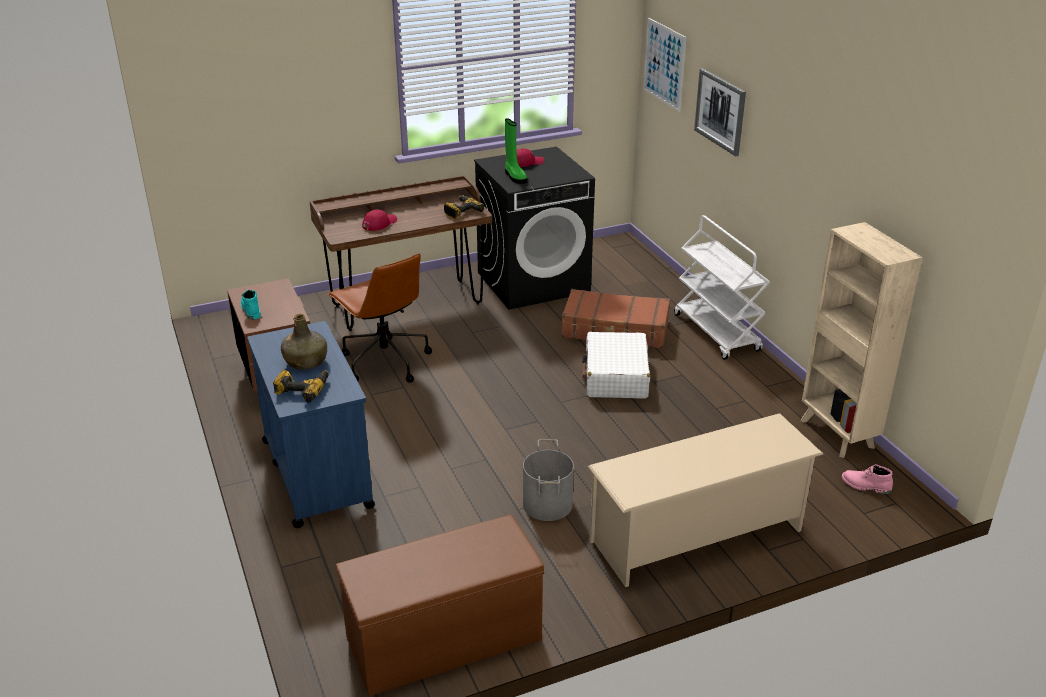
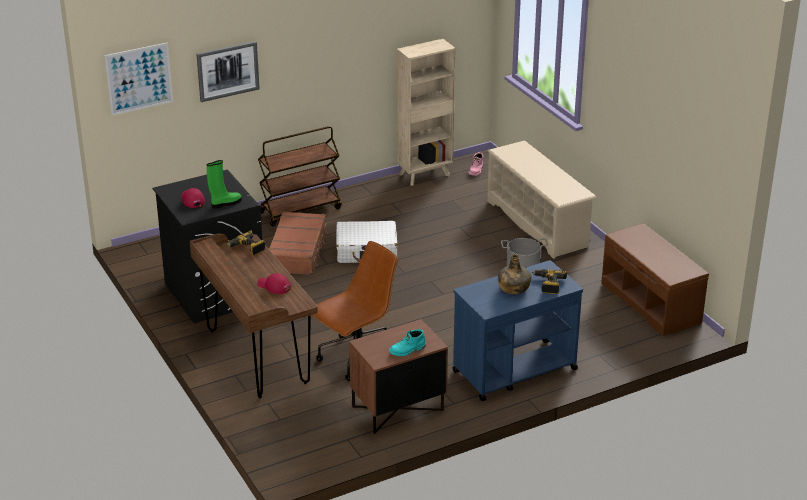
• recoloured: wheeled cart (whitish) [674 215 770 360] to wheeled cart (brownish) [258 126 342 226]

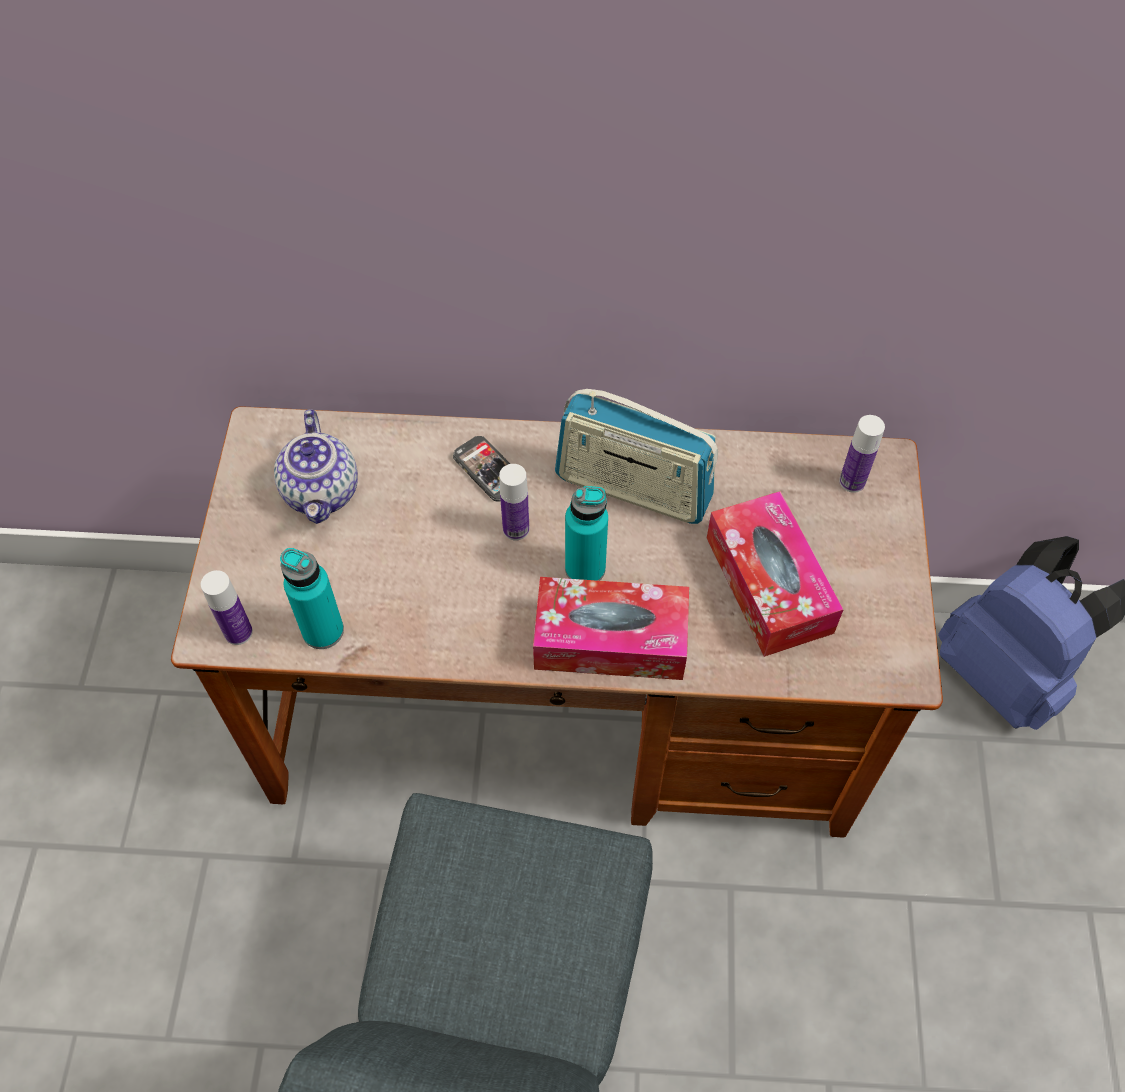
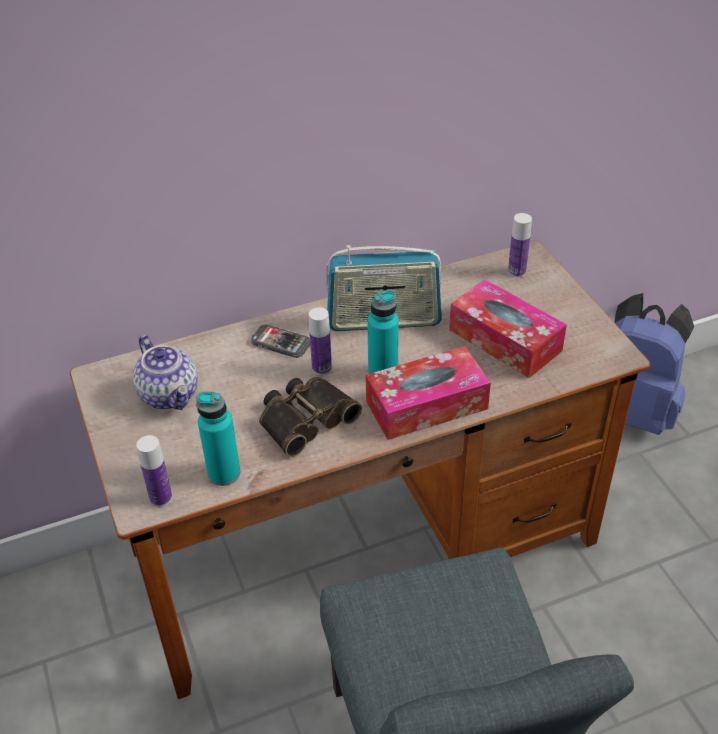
• added: binoculars [259 376 362 457]

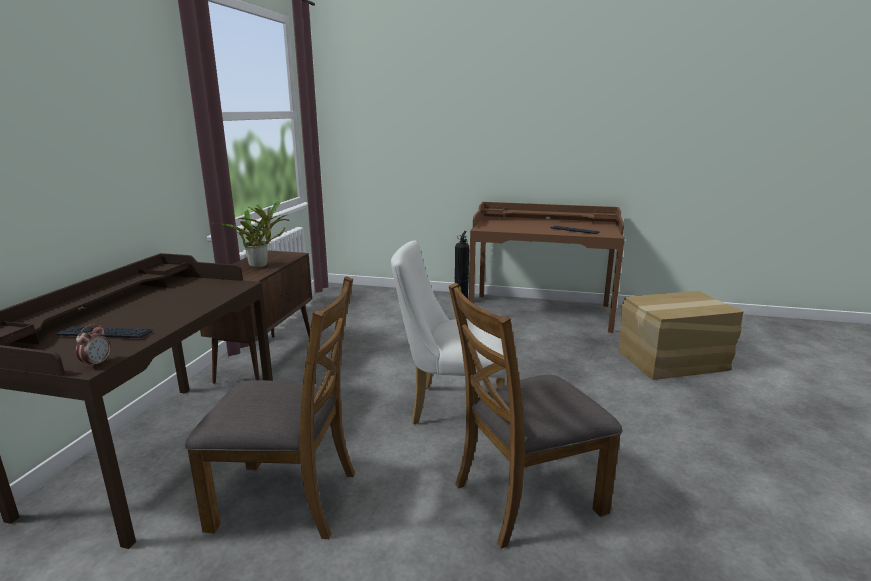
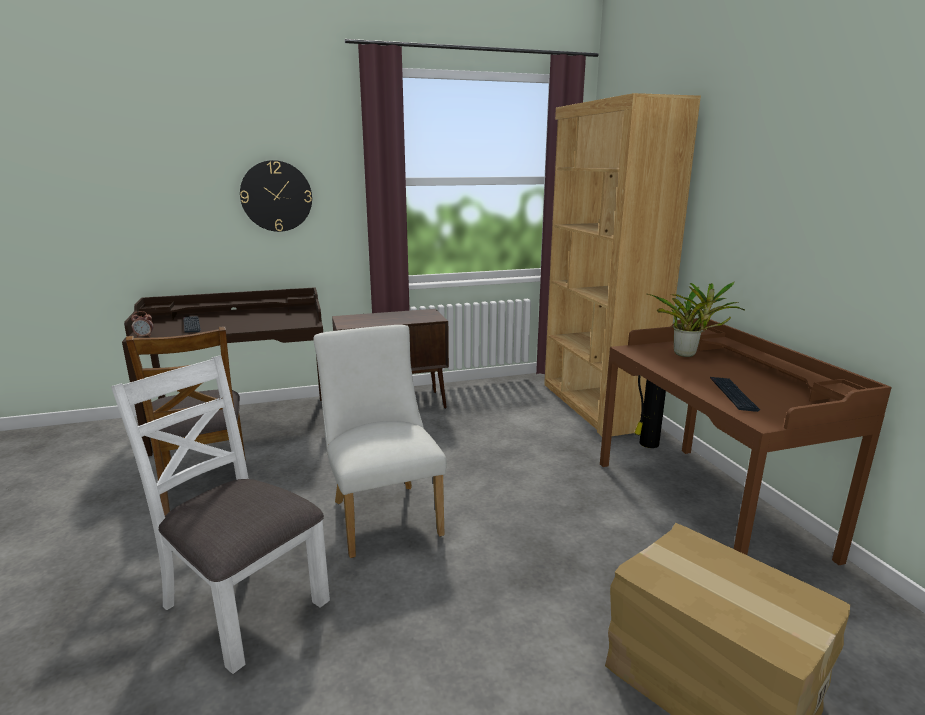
• moved: potted plant [213 199 289 268] to [648 281 745 357]
• recoloured: plain chair (brownish) [449 283 623 549] to plain chair (whitish) [111 355 330 674]
• added: clock on the wall [240 160 312 232]
• added: bookcase (brownish) [544 93 701 436]

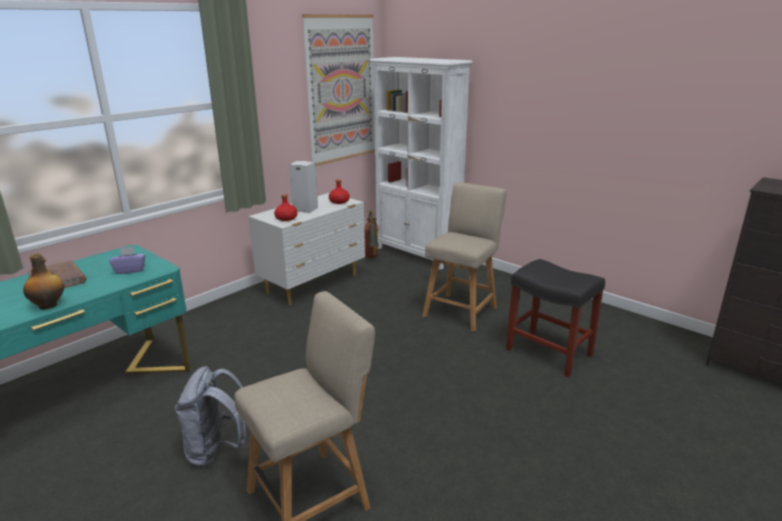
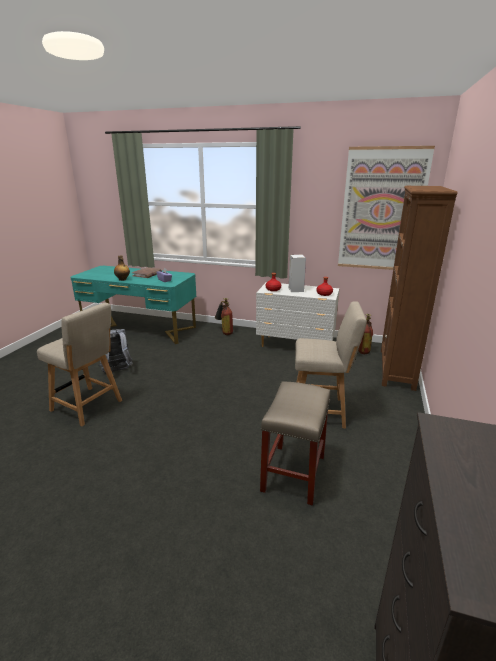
• recoloured: bookcase (whitish) [369 57 473 270] to bookcase (brownish) [381 186 457 391]
• recoloured: stool (blackish) [506 259 605 377] to stool (sand-coloured) [260 381 330 506]
• added: extinguisher [215 298 233 335]

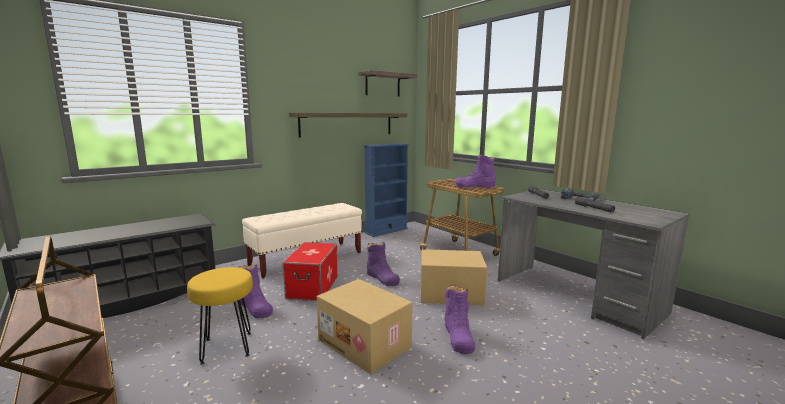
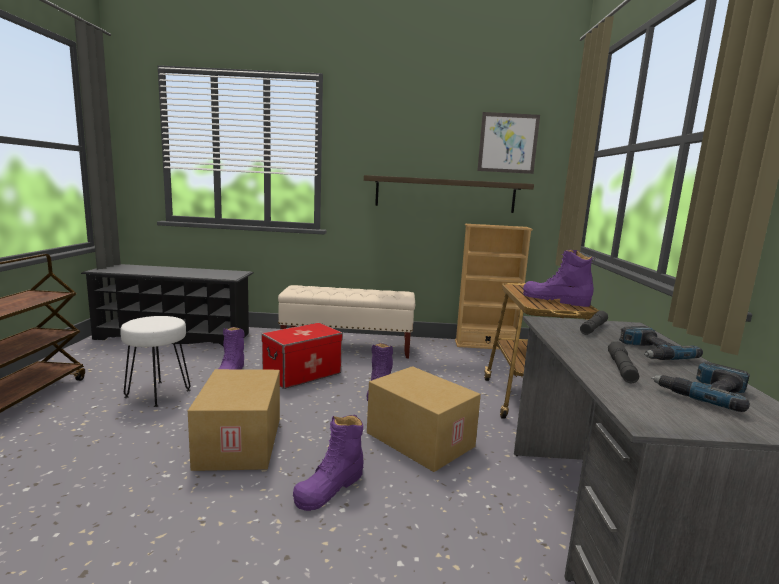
• recoloured: stool (yellow) [187 267 253 365] to stool (whitish) [120 316 191 407]
• replaced: wall shelf [359 70 417 97] to wall art [477 112 540 174]
• recoloured: bookcase (blue) [364 143 409 237] to bookcase (sand-coloured) [455 224 533 350]
• added: power drill [651 361 750 412]

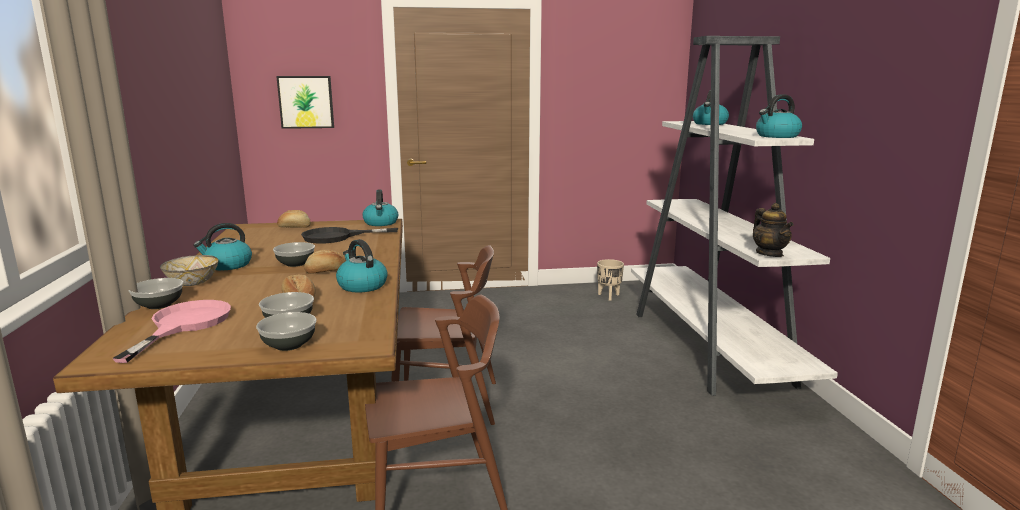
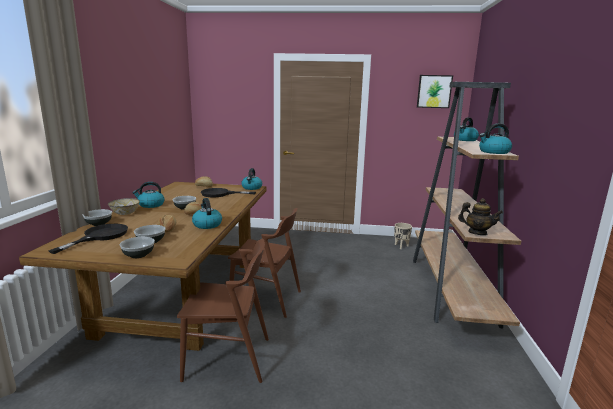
• recoloured: skillet (pinkish) [112 300 231 363] to skillet (blackish) [48 224 128 254]
• moved: wall art [276 76 334 129] to [417 75 453 108]
• recoloured: bookcase (whitish) [631 36 838 396] to bookcase (brownish) [413 82 521 329]
• turned: teapot [753 203 794 257] = [458 198 503 235] 60 degrees counterclockwise

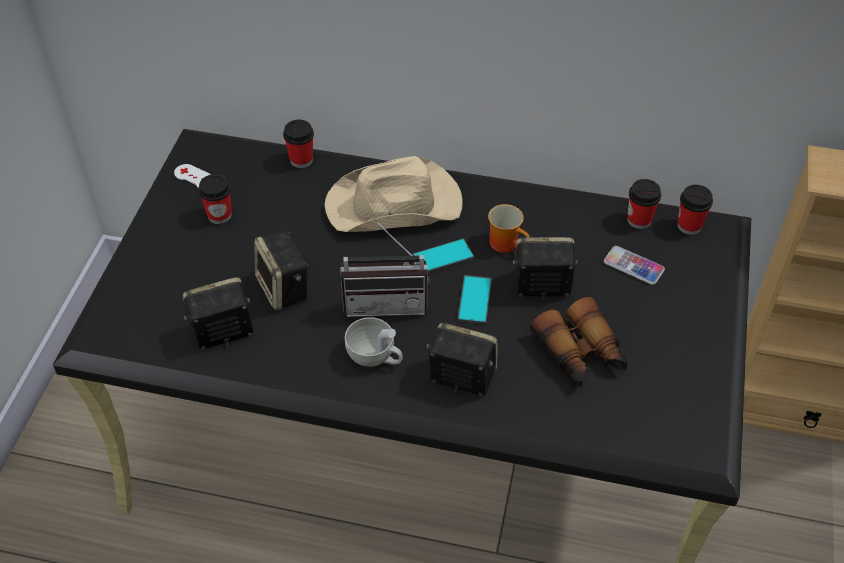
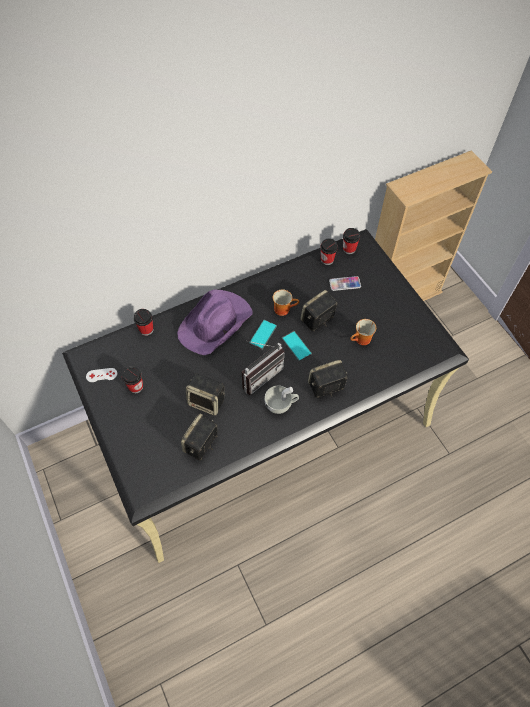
• recoloured: wearable hat (sand-coloured) [325 156 463 232] to wearable hat (purple-coloured) [177 290 253 355]
• replaced: binoculars [530 297 628 387] to coffee mug [350 319 376 345]

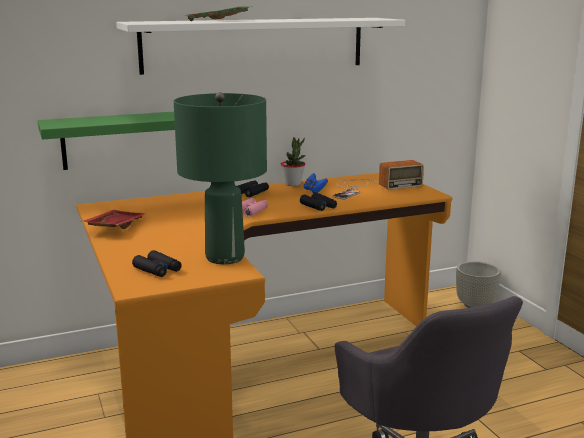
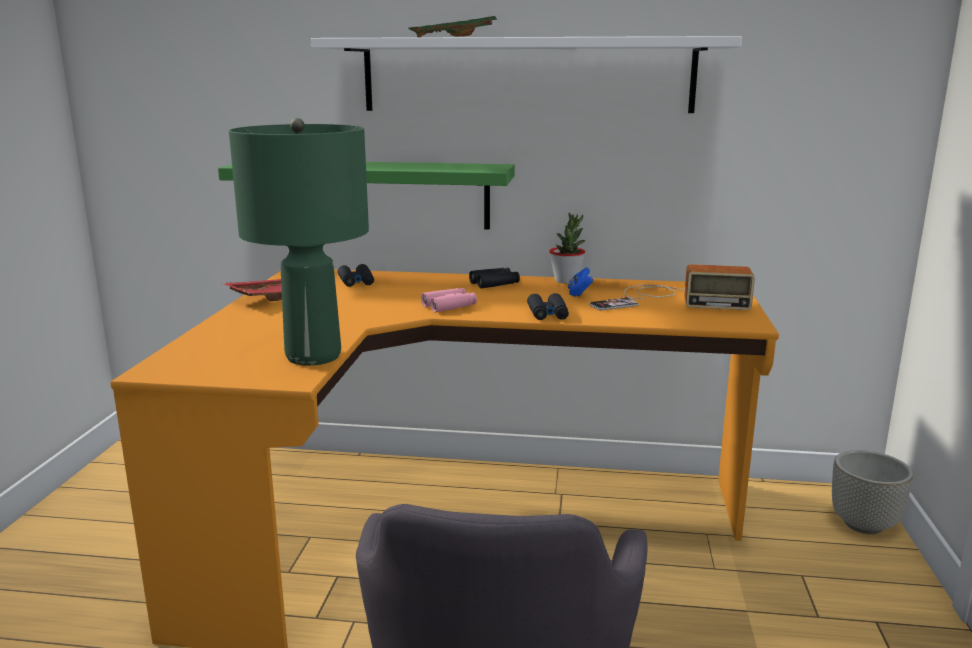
• moved: binoculars (blackish) [132 250 182 277] to [338 264 374 287]

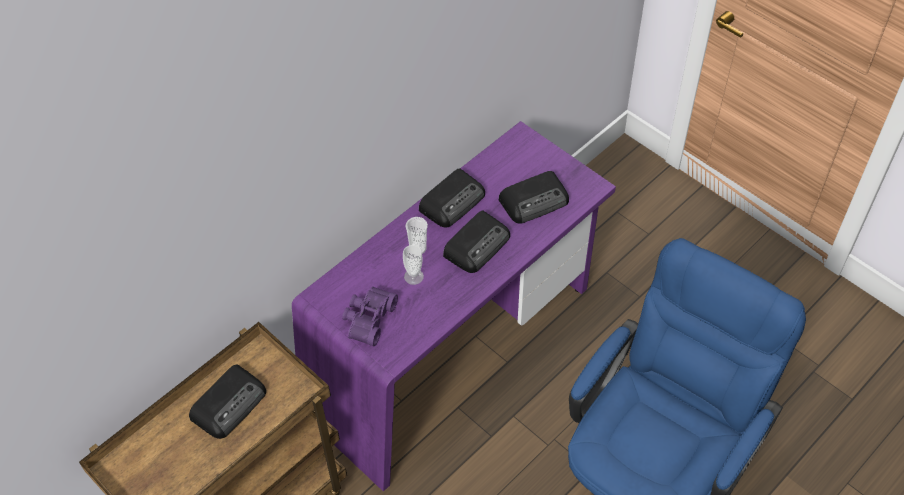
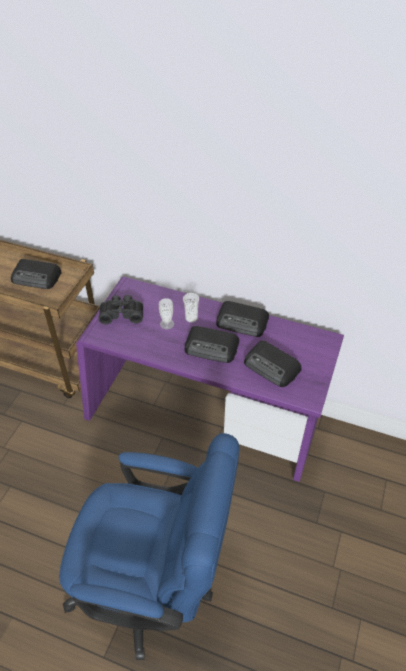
• recoloured: binoculars (purple-coloured) [342 286 398 346] to binoculars (blackish) [98 295 143 324]

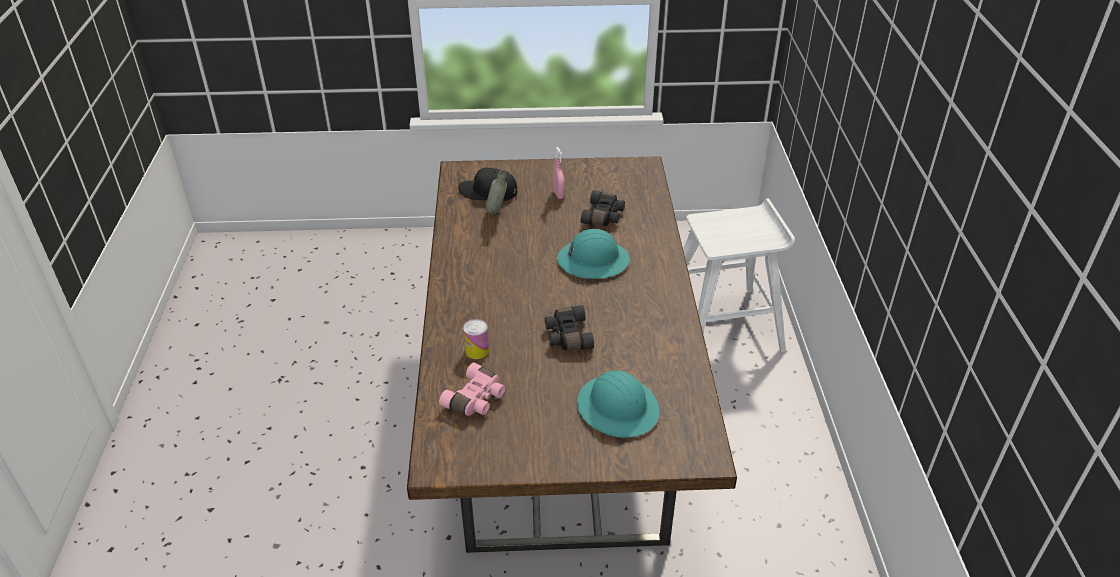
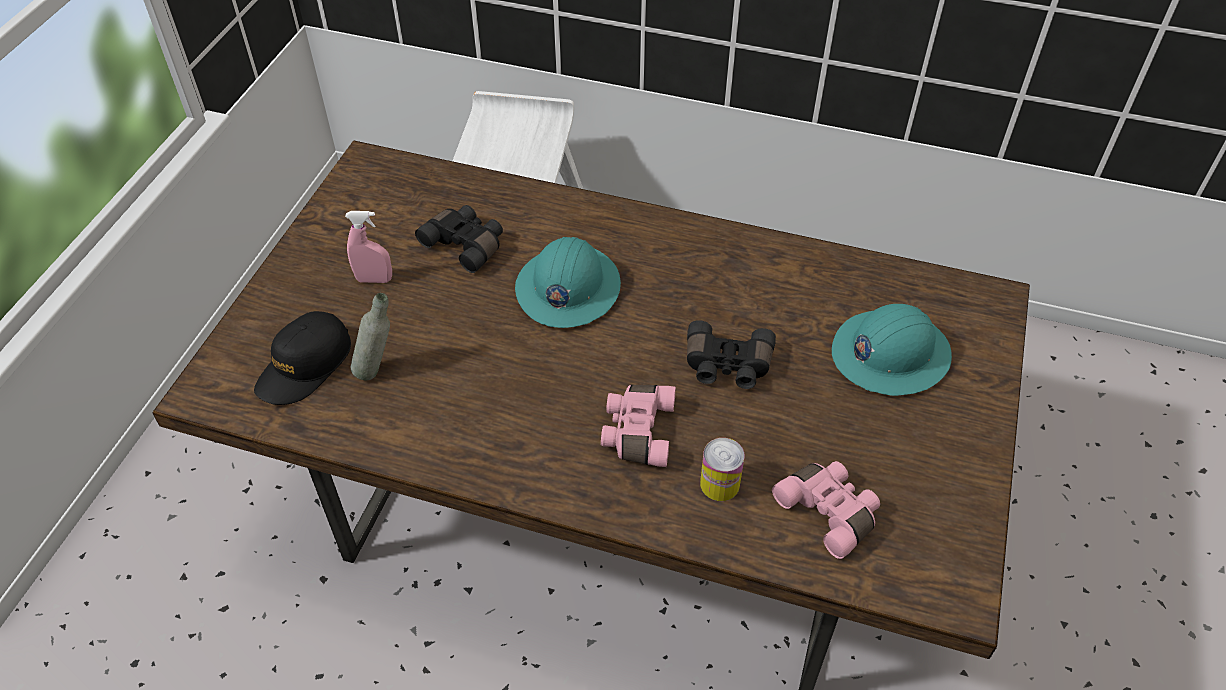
• added: binoculars (pinkish) [601 385 676 467]

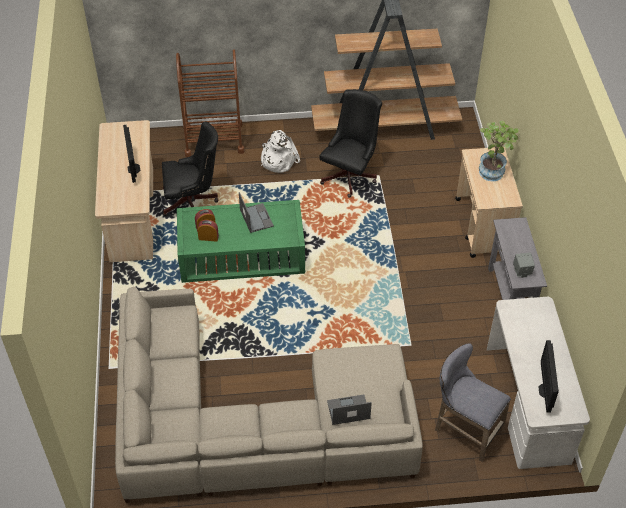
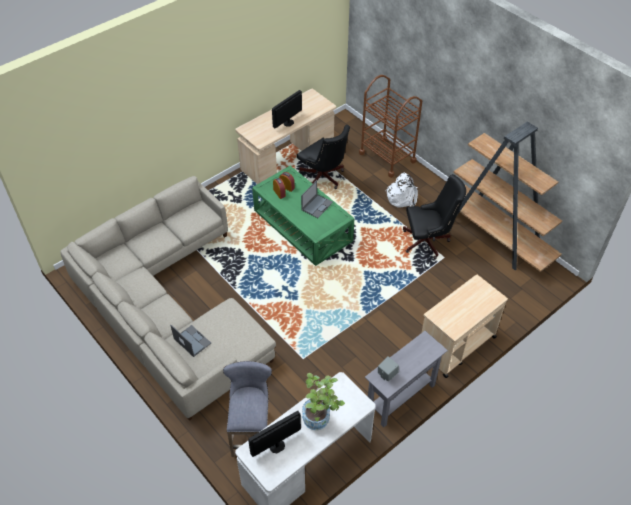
• moved: potted plant [479 121 519 181] to [302 373 345 430]

